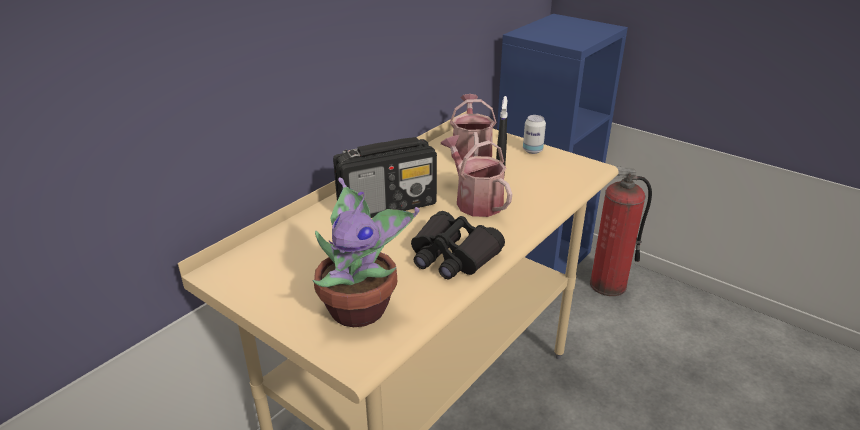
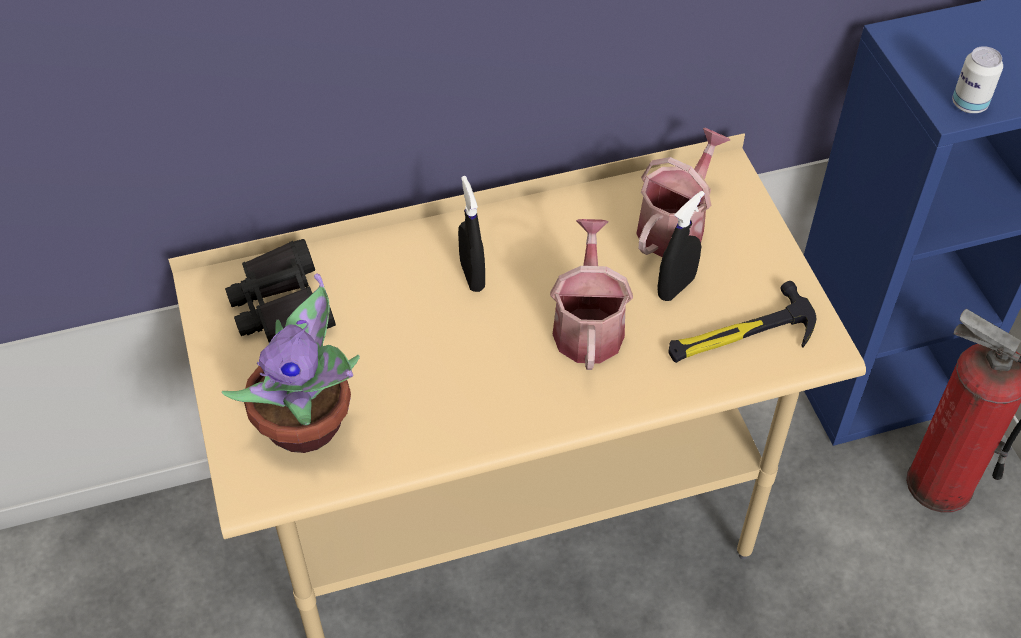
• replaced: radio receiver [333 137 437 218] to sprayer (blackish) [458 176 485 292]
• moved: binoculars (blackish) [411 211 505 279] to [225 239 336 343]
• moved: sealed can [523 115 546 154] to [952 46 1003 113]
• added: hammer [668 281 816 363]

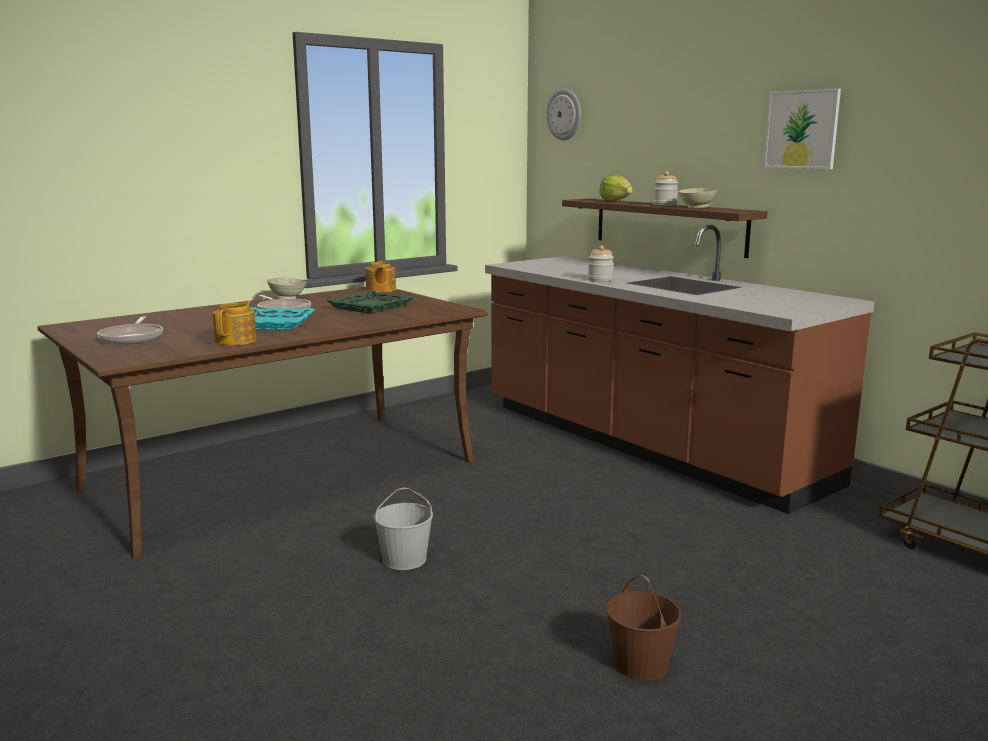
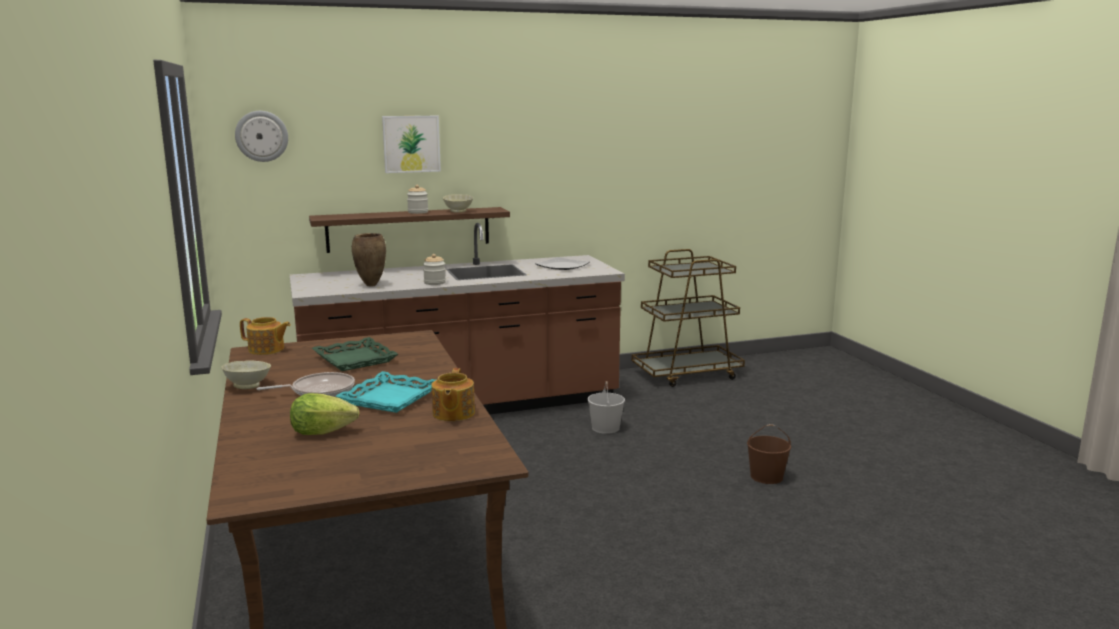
• removed: skillet [97 317 163 344]
• turned: teapot [213 301 257 346] = [431 368 475 421] 120 degrees counterclockwise
• moved: pail (whitish) [373 488 433 570] to [587 381 625 434]
• moved: head of lettuce [599 174 633 201] to [290 393 360 435]
• moved: wall art [764 88 841 169] to [382 116 441 173]
• added: decorative vase (brownish) [352 233 386 286]
• added: dinner plate [535 257 590 270]

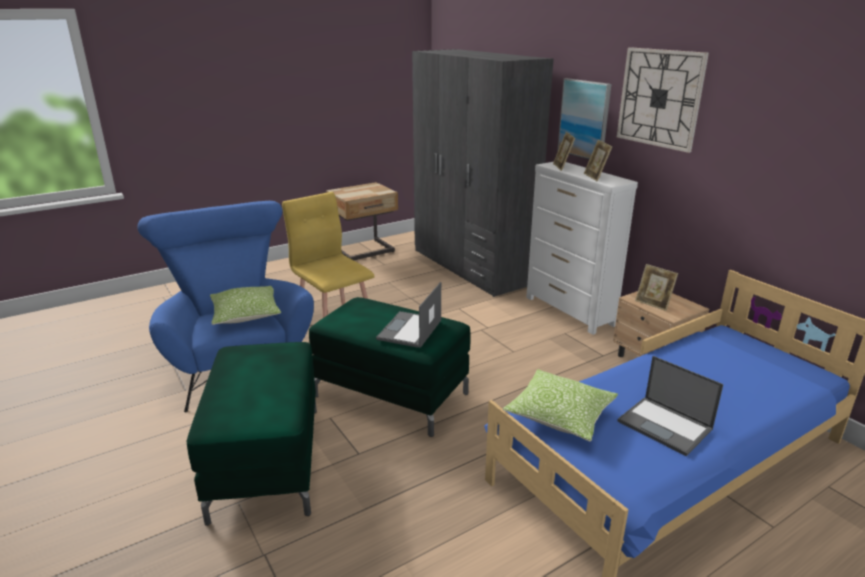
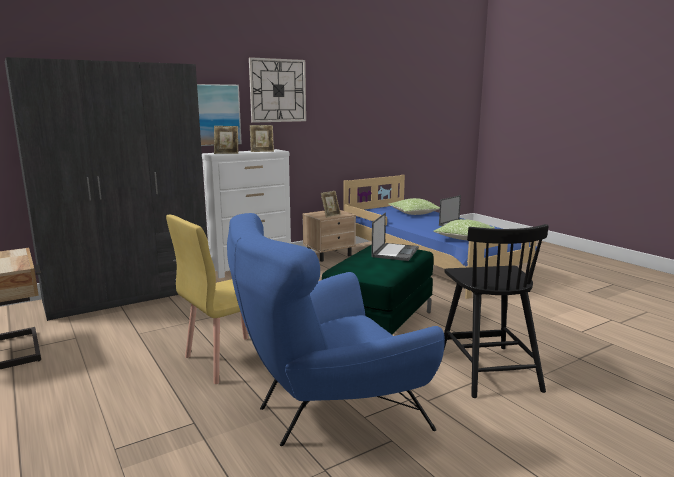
• replaced: pouffe (green-coloured) [187 342 317 526] to plain chair (blackish) [444 224 549 398]
• moved: cushion [210 286 281 325] to [388 198 440 215]
• turned: portable computer [376 282 441 348] = [371 213 419 261] 90 degrees counterclockwise

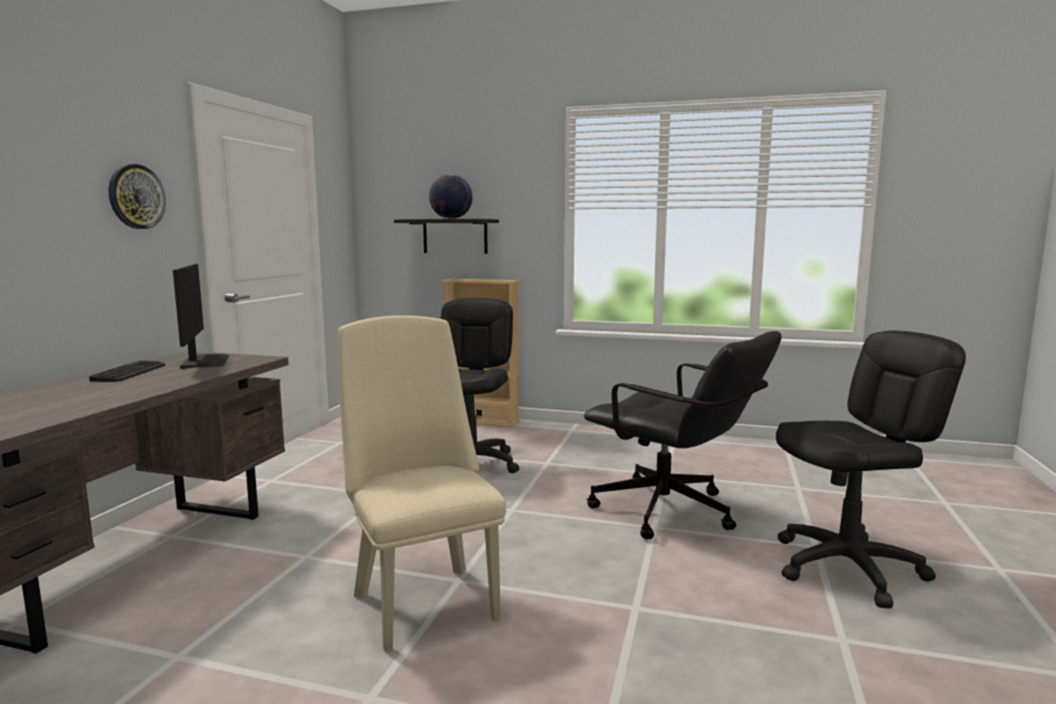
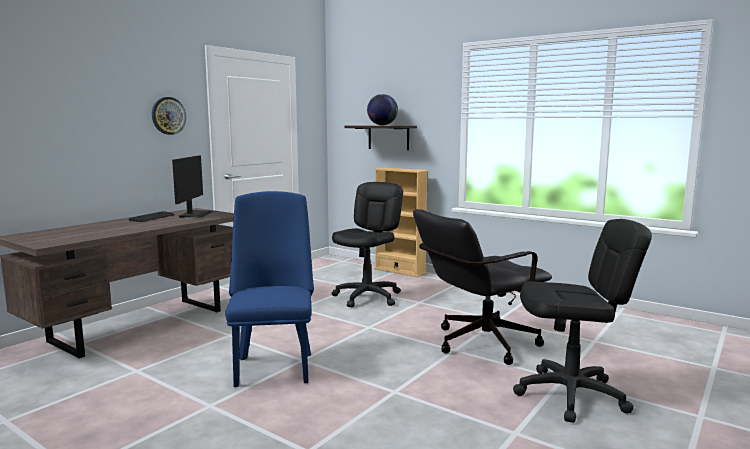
• recoloured: plain chair (sand-coloured) [337 315 506 652] to plain chair (blue) [225 191 314 387]
• turned: computer chair (blackish) [584 331 781 539] = [413 209 552 365] 90 degrees clockwise

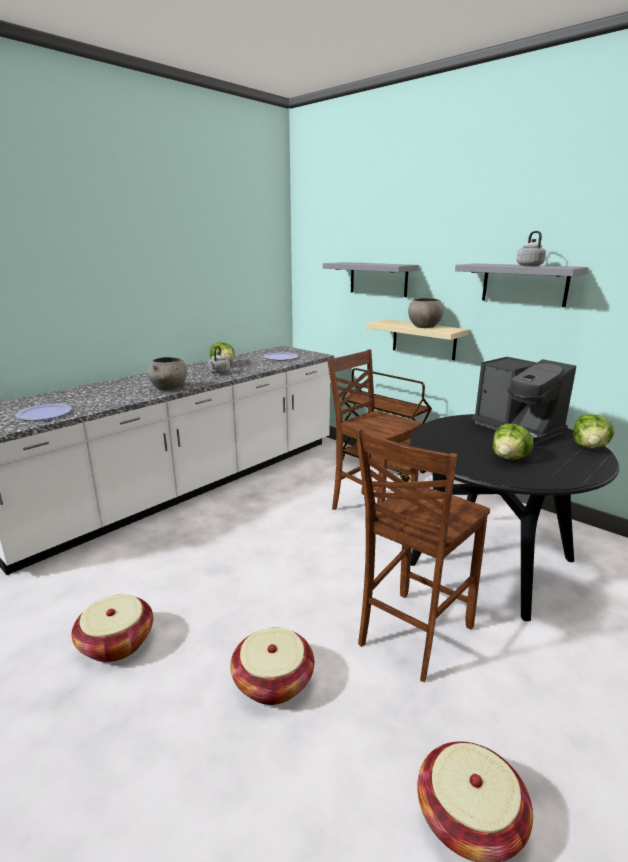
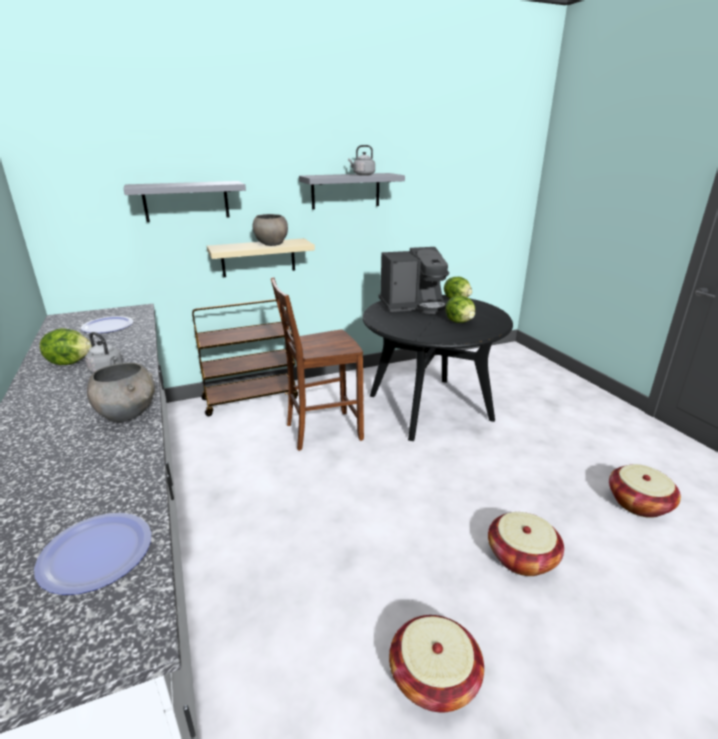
• removed: plain chair (brownish) [355 428 490 682]

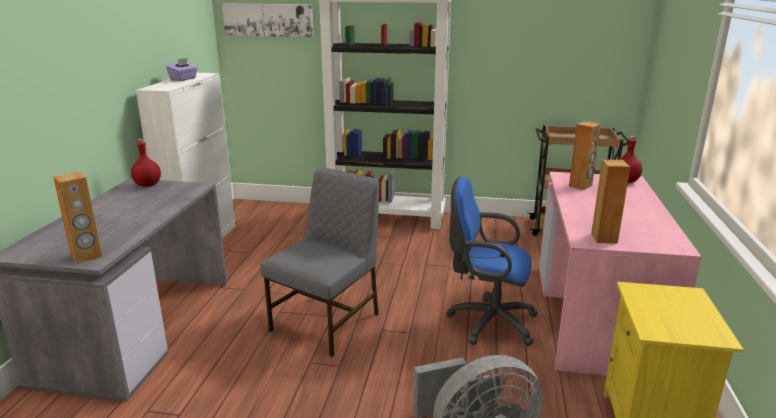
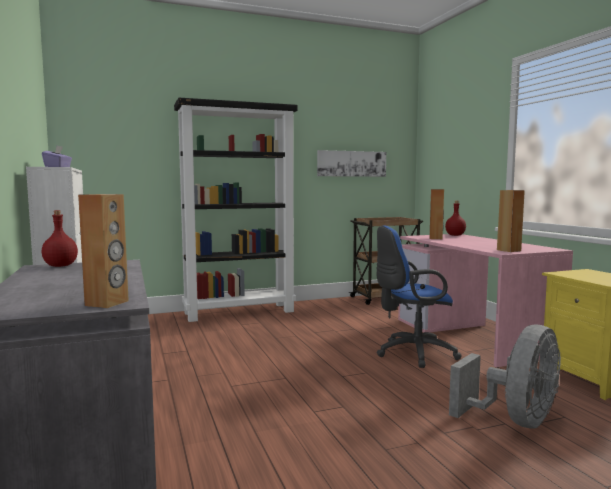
• moved: wall art [222 4 314 37] to [317 150 386 177]
• removed: plain chair (grey) [260 168 380 357]

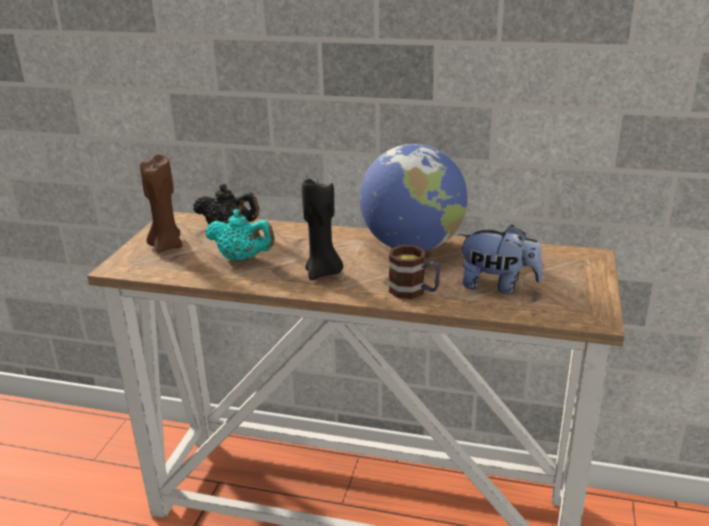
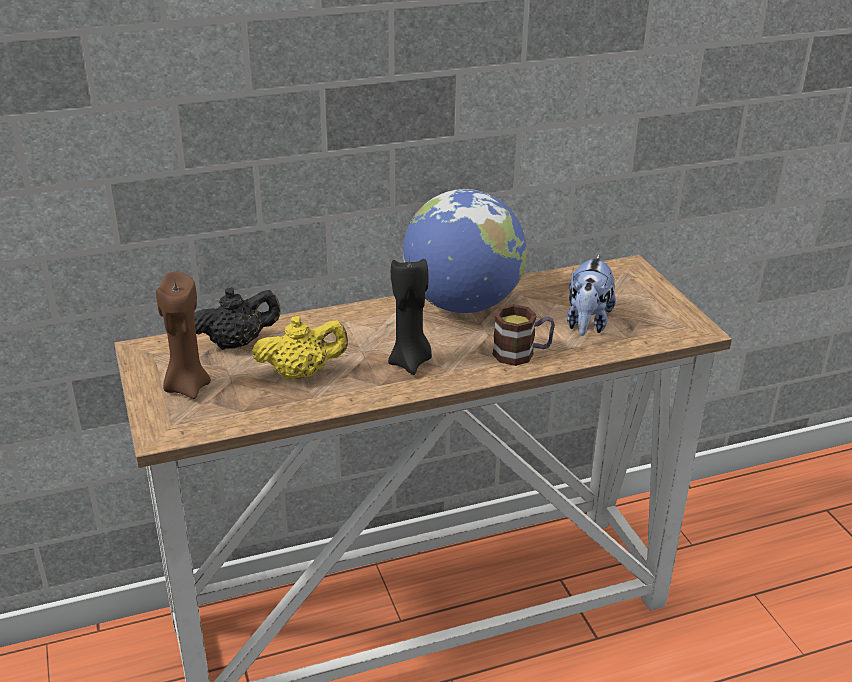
• recoloured: teapot (turquoise-coloured) [205 209 275 261] to teapot (yellow) [252 316 348 380]
• turned: plush toy [458 225 543 294] = [567 255 616 336] 120 degrees clockwise

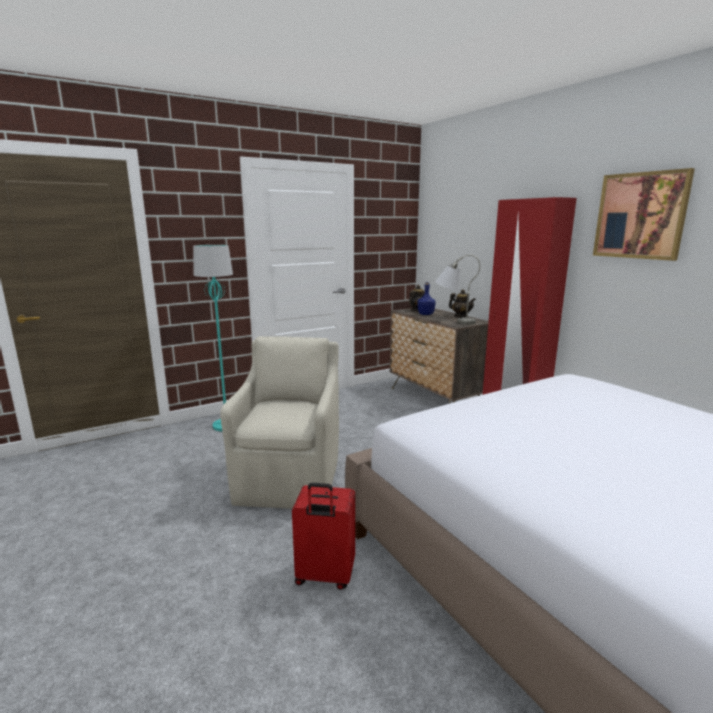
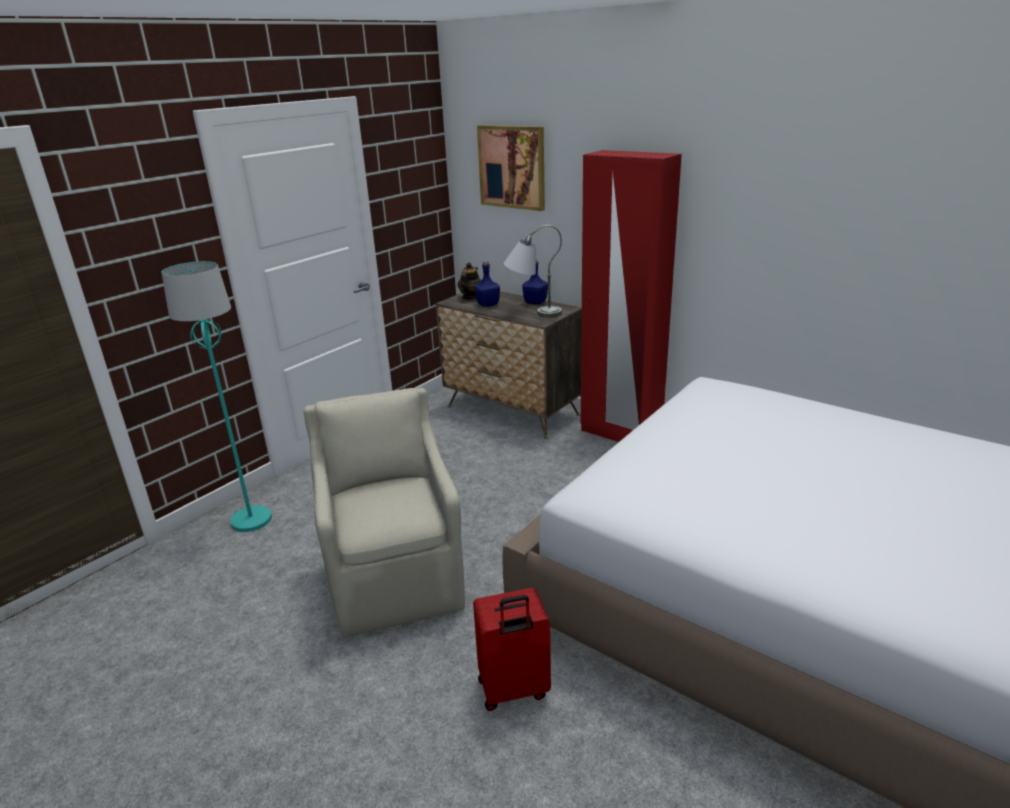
• replaced: teapot [449 289 476 317] to drink bottle (blue) [522 259 548 304]
• moved: wall art [593 168 695 261] to [477 125 545 211]

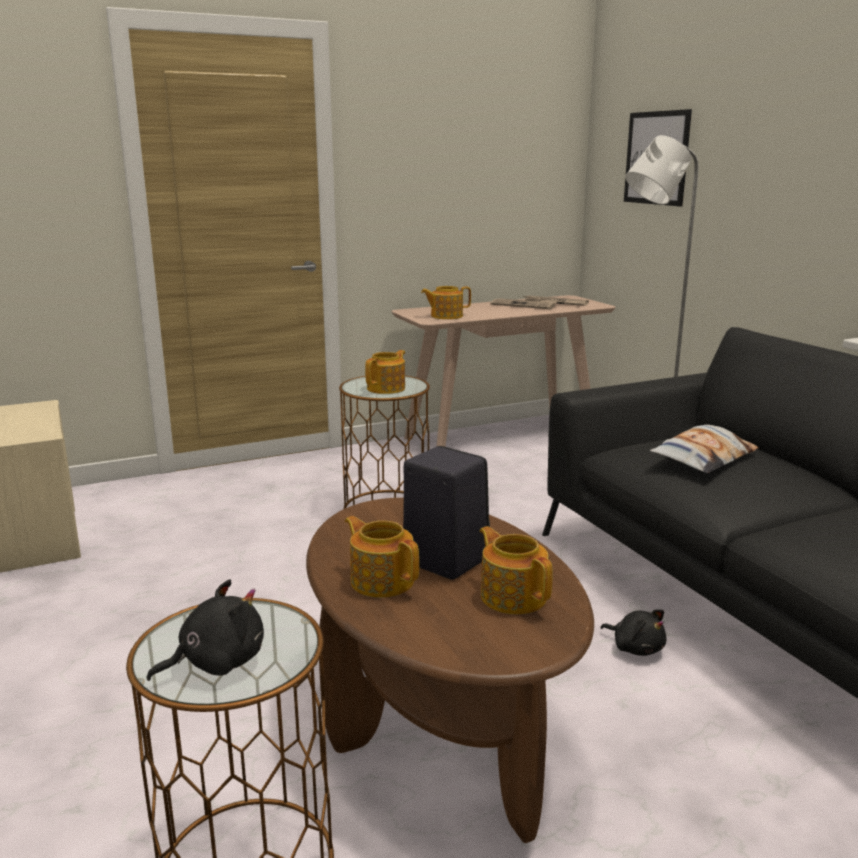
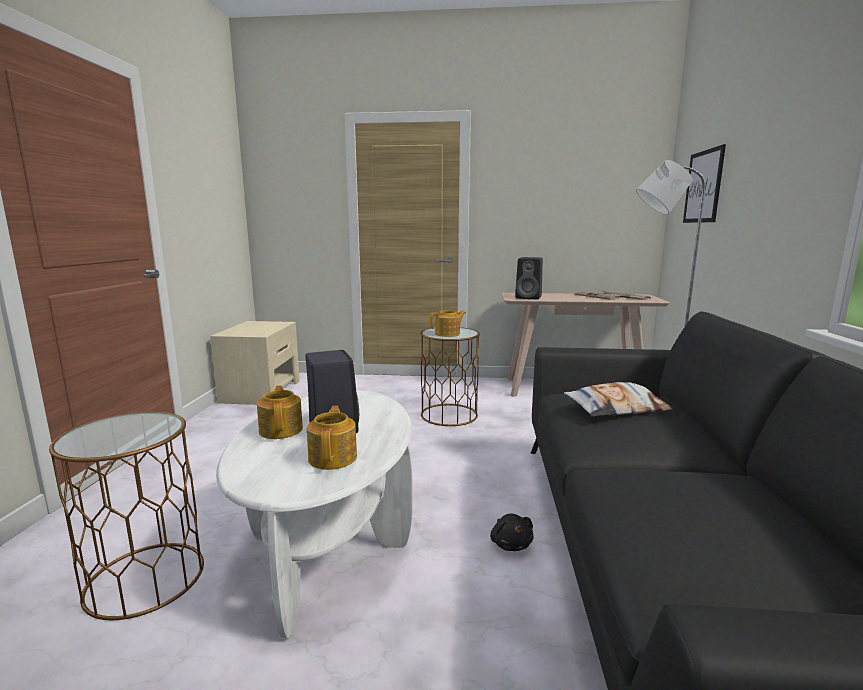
• removed: plush toy (blackish) [147 579 264 681]
• recoloured: lounge table (brownish) [306 498 594 843] to lounge table (whitish) [216 390 413 639]
• replaced: teapot [421 286 471 319] to speaker (blackish) [515 257 543 299]

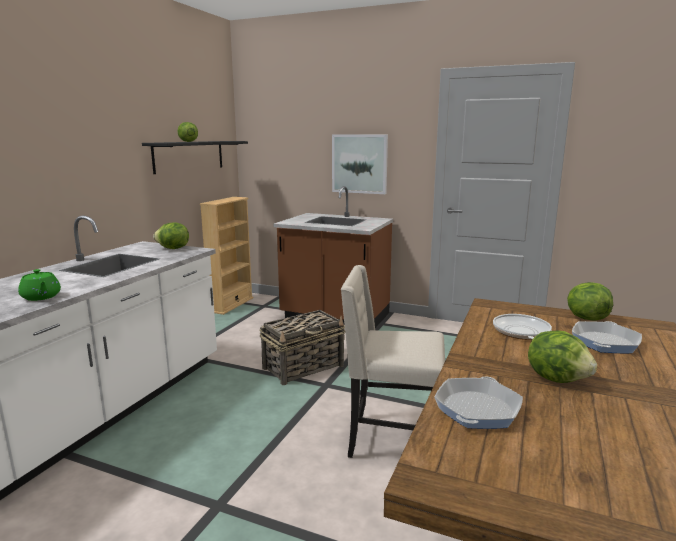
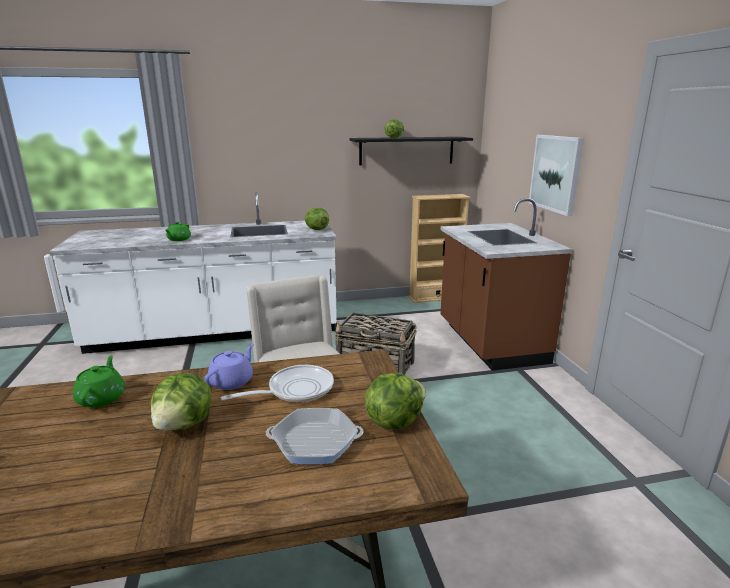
• replaced: skillet [434 376 523 429] to teapot (green-coloured) [73 355 125 408]
• added: teapot (purple-coloured) [204 344 254 390]

